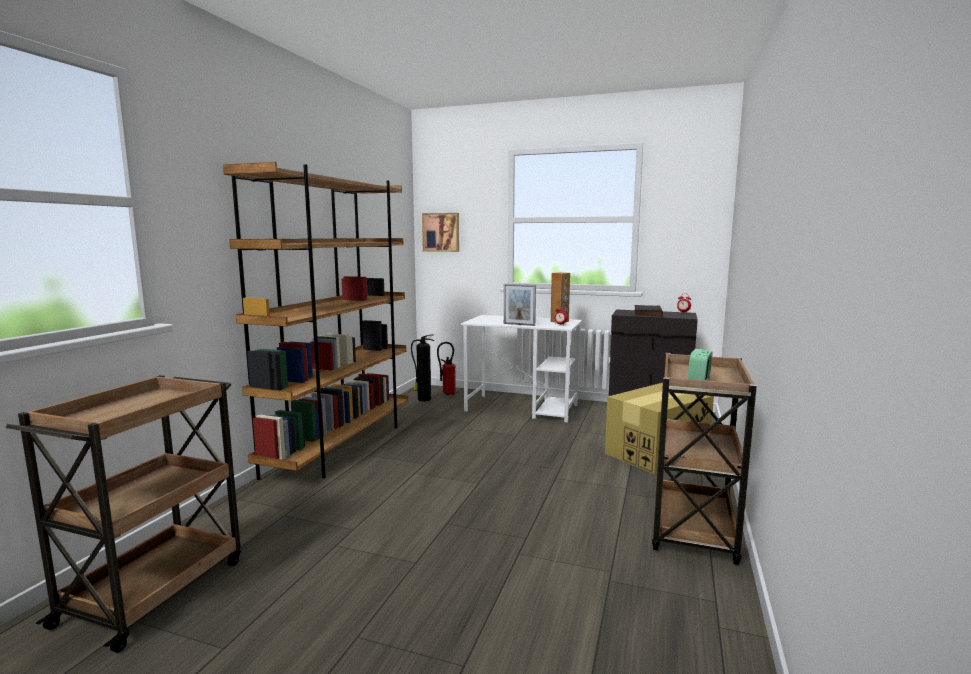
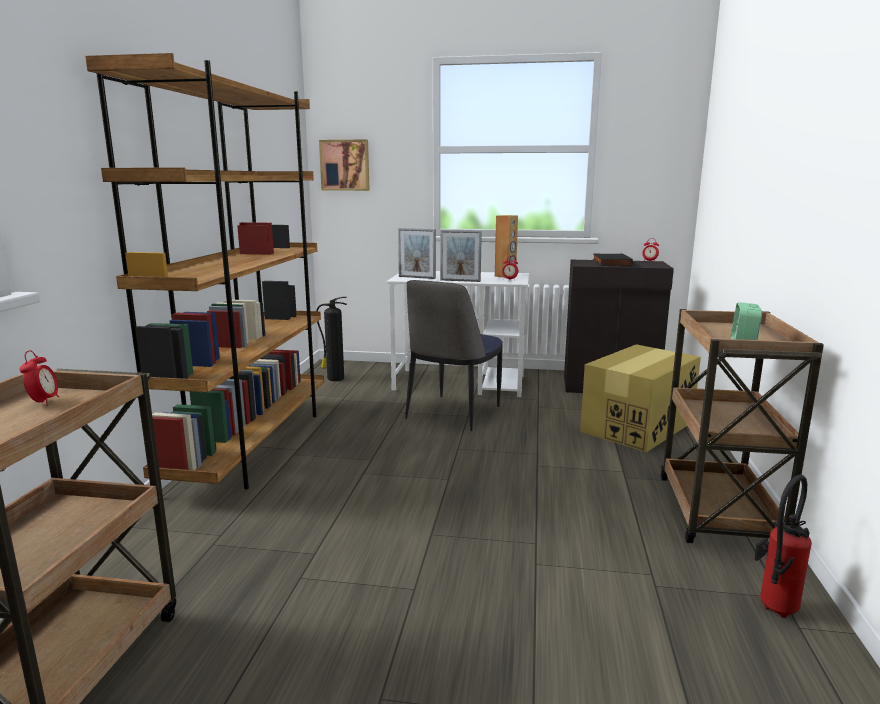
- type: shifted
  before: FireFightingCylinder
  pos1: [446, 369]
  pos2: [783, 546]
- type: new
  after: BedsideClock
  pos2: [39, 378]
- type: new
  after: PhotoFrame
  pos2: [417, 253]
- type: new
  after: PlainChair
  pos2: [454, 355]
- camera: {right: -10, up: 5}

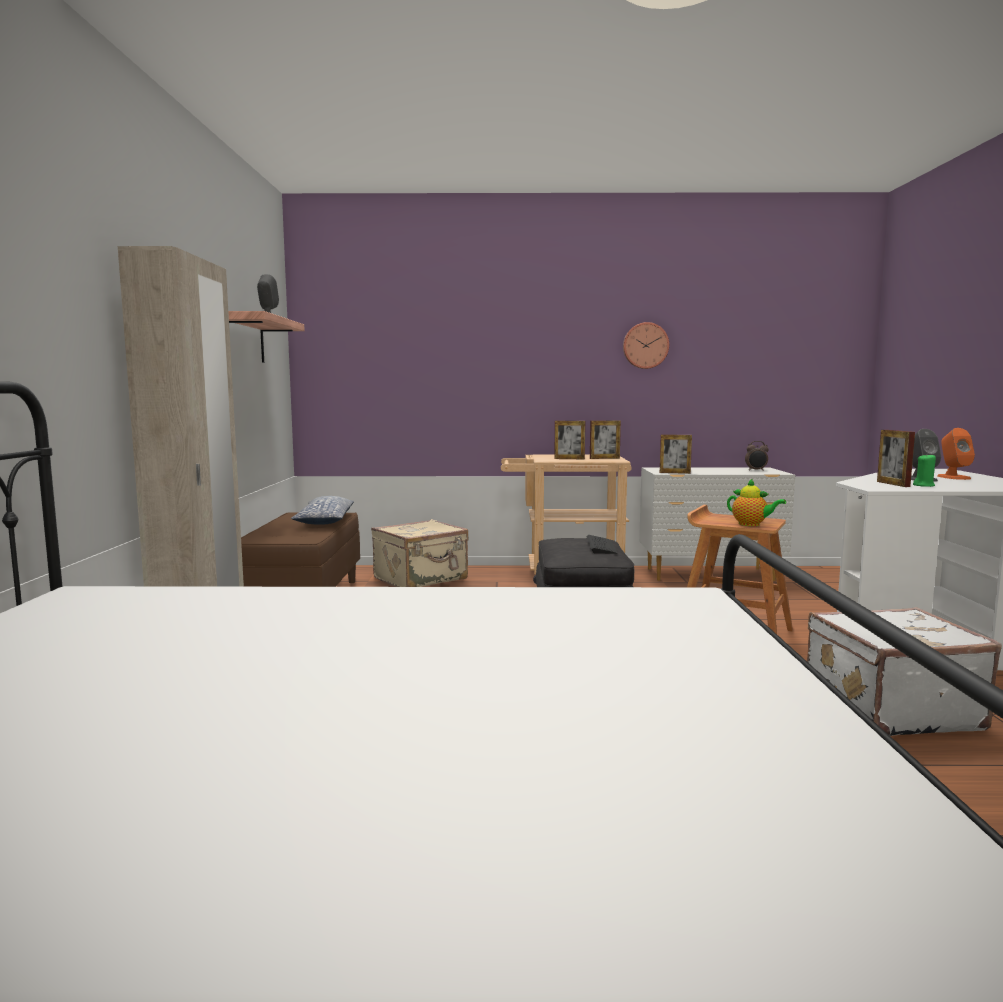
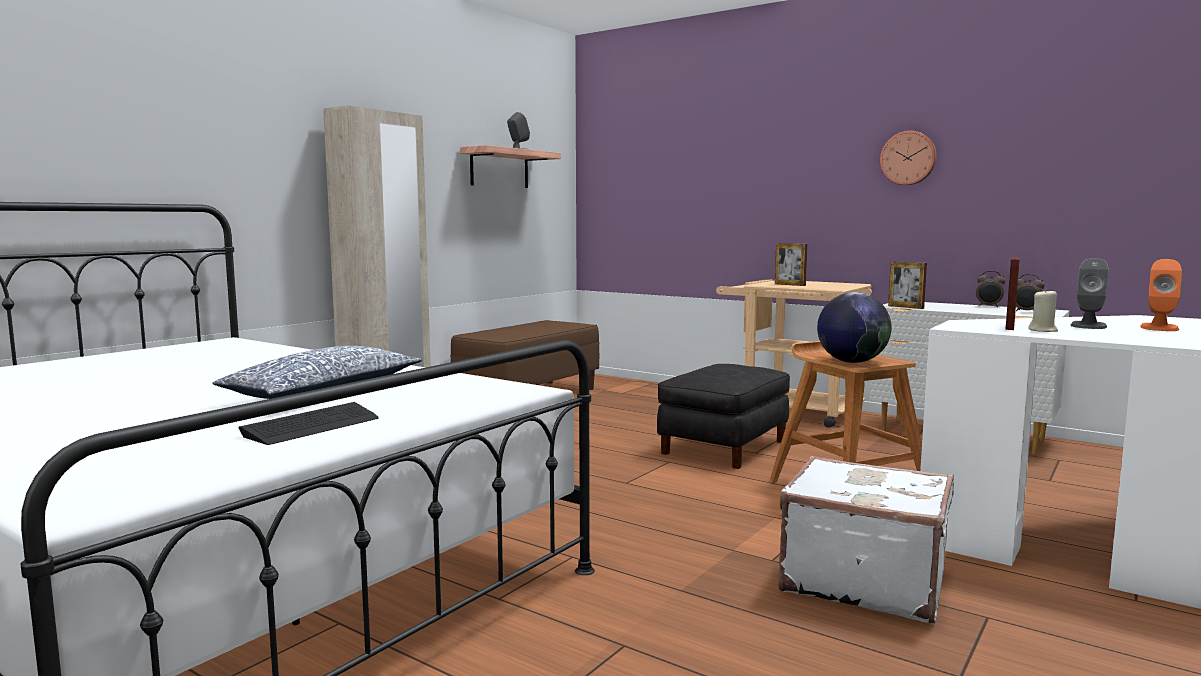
- type: shifted
  before: Pillow
  pos1: [322, 510]
  pos2: [317, 372]
- type: gone
  before: SandColouredPieceOfLuggage
  pos1: [419, 553]
- type: shifted
  before: Keyboard
  pos1: [602, 544]
  pos2: [308, 423]
- type: gone
  before: PhotoFrame
  pos1: [605, 439]
- type: swapped
  before: Teapot
  after: DeskGlobe
  pos1: [756, 502]
  pos2: [854, 327]
- type: repainted
  before: GreenColouredCandle
  after: SandColouredCandle
  pos1: [924, 470]
  pos2: [1043, 310]
- type: new
  after: BedsideClock
  pos2: [991, 289]
- camera: {right: 35, up: 0}

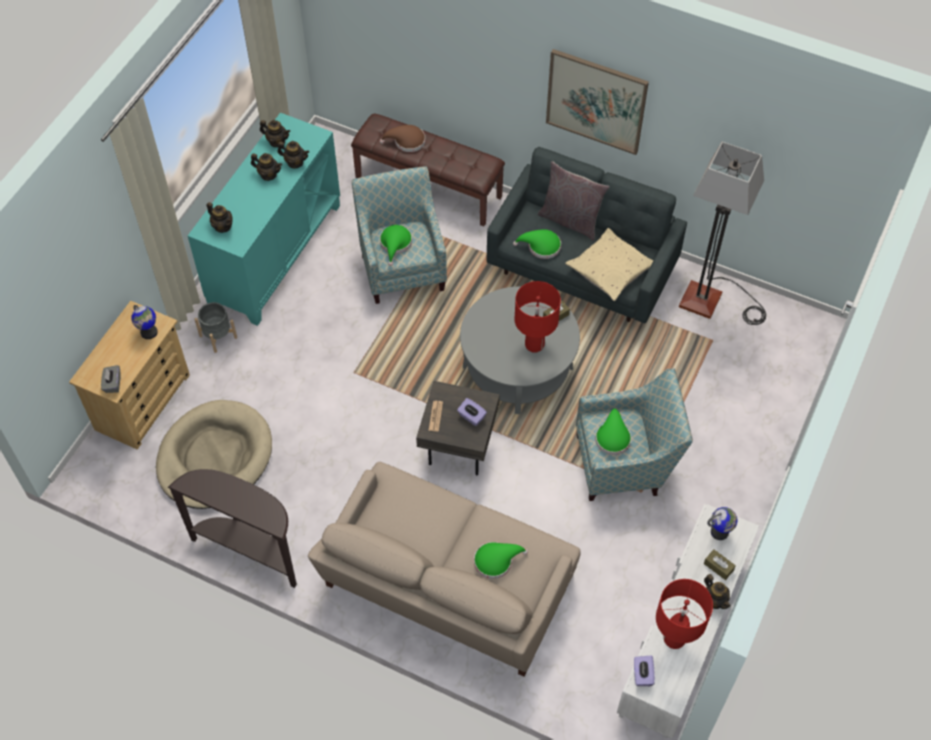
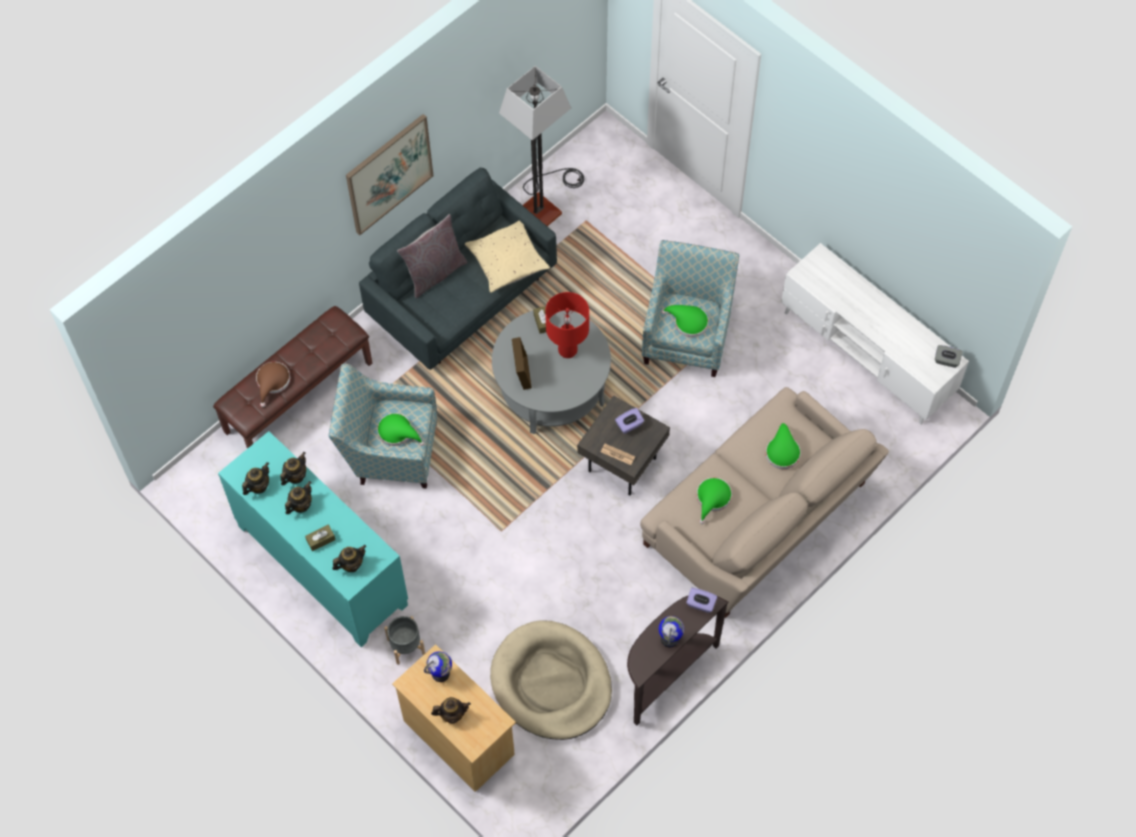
- type: shifted
  before: GreyTissueBox
  pos1: [110, 379]
  pos2: [949, 356]
- type: shifted
  before: GreenColouredWearableHat
  pos1: [537, 244]
  pos2: [714, 501]
- type: shifted
  before: PurplishTissueBox
  pos1: [644, 670]
  pos2: [701, 600]
- type: gone
  before: RedColouredLampForATable
  pos1: [684, 614]
- type: shifted
  before: BrownTissueBox
  pos1: [720, 564]
  pos2: [320, 538]
- type: shifted
  before: Teapot
  pos1: [717, 591]
  pos2: [451, 710]
- type: shifted
  before: DeskGlobe
  pos1: [722, 523]
  pos2: [671, 632]
- type: new
  after: PhotoFrame
  pos2: [522, 363]
- camera: {right: -70, up: 5}

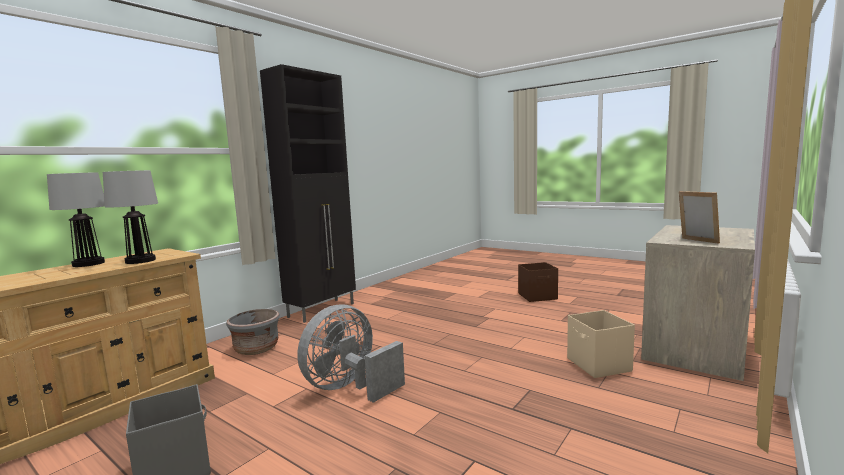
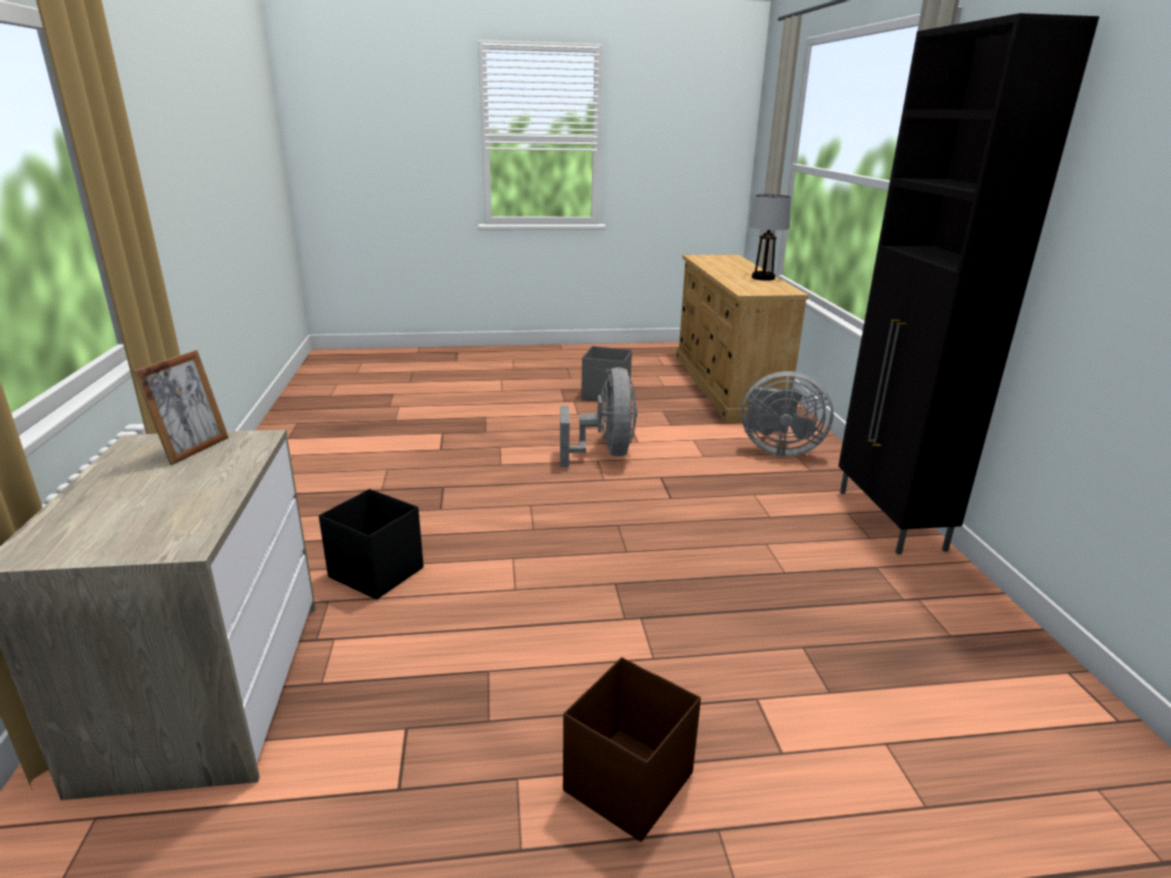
- type: gone
  before: LampForATable
  pos1: [130, 217]
- type: swapped
  before: GreyPlanter
  after: GreyCoolingFan
  pos1: [253, 332]
  pos2: [787, 414]
- type: repainted
  before: SandColouredStorageBox
  after: BlackishStorageBox
  pos1: [601, 344]
  pos2: [371, 544]
- type: rotated
  before: PhotoFrame
  pos1: [699, 217]
  pos2: [181, 407]
  turn: -90
- camera: {right: 135, up: 15}

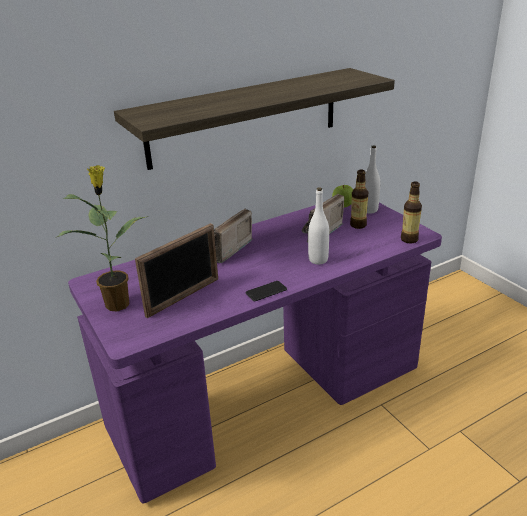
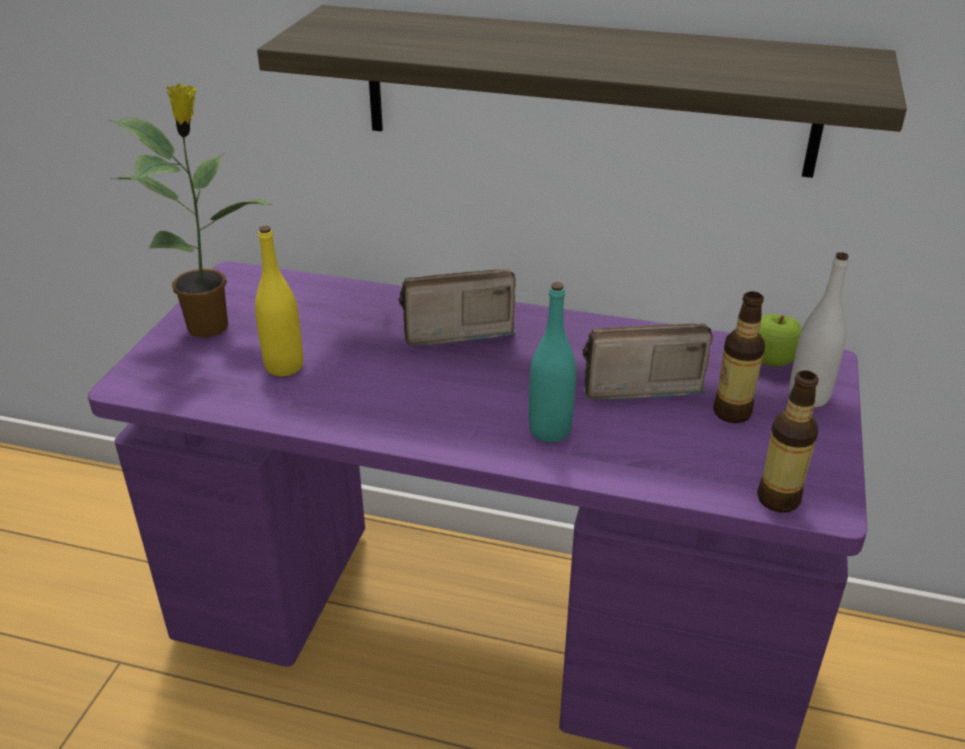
- type: swapped
  before: PhotoFrame
  after: YellowishBeverageBottle
  pos1: [176, 270]
  pos2: [279, 301]
- type: gone
  before: Phone
  pos1: [266, 291]
- type: repainted
  before: WhiteBeverageBottle
  after: TurquoiseBeverageBottle
  pos1: [318, 226]
  pos2: [552, 362]
- camera: {right: 45, up: 5}

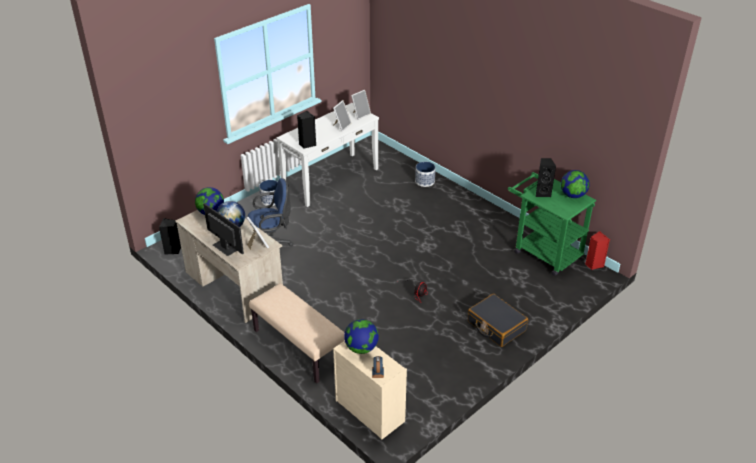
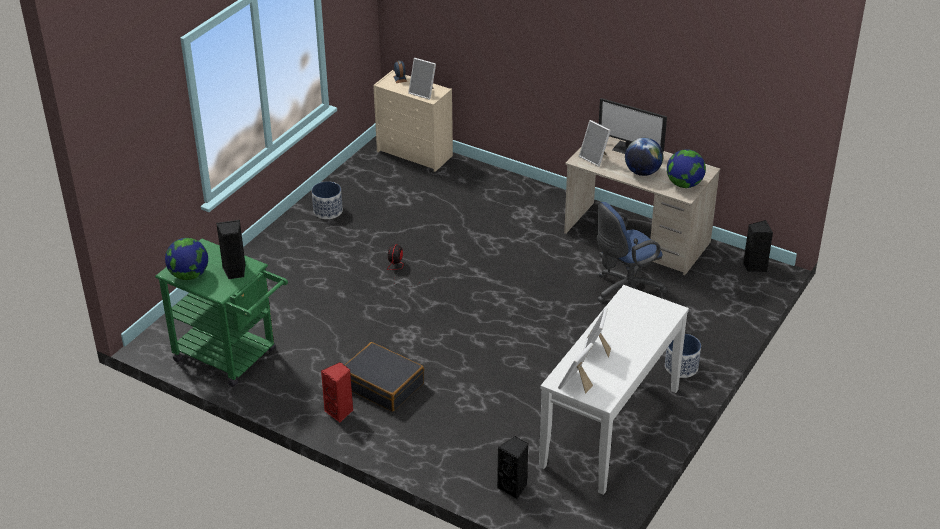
- type: gone
  before: SandColouredLongSeat
  pos1: [297, 333]
- type: shifted
  before: BlackishLoudspeaker
  pos1: [306, 130]
  pos2: [512, 468]
- type: swapped
  before: DeskGlobe
  after: PhotoFrame
  pos1: [361, 336]
  pos2: [422, 79]
- type: shifted
  before: Planter
  pos1: [425, 174]
  pos2: [327, 200]
- type: shifted
  before: BlackishPieceOfLuggage
  pos1: [498, 320]
  pos2: [384, 376]
- type: shifted
  before: RedColouredLoudspeaker
  pos1: [597, 250]
  pos2: [337, 392]
- camera: {right: 165, up: 0}

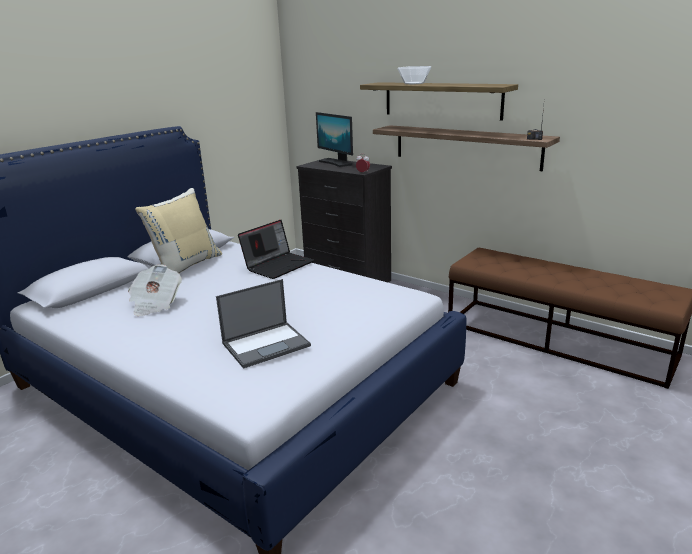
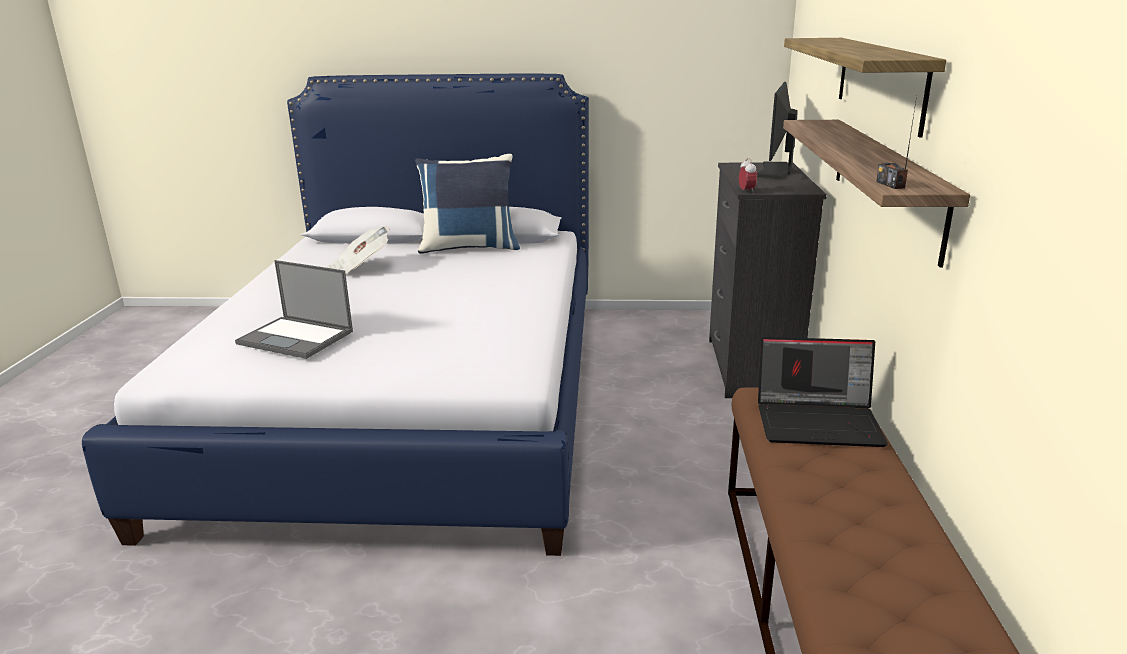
- type: repainted
  before: SandColouredPillow
  after: BluePillow
  pos1: [178, 230]
  pos2: [467, 204]
- type: shifted
  before: NotebookComputer
  pos1: [276, 249]
  pos2: [823, 392]
- type: gone
  before: ServingBowl
  pos1: [414, 75]
- camera: {right: 55, up: 0}

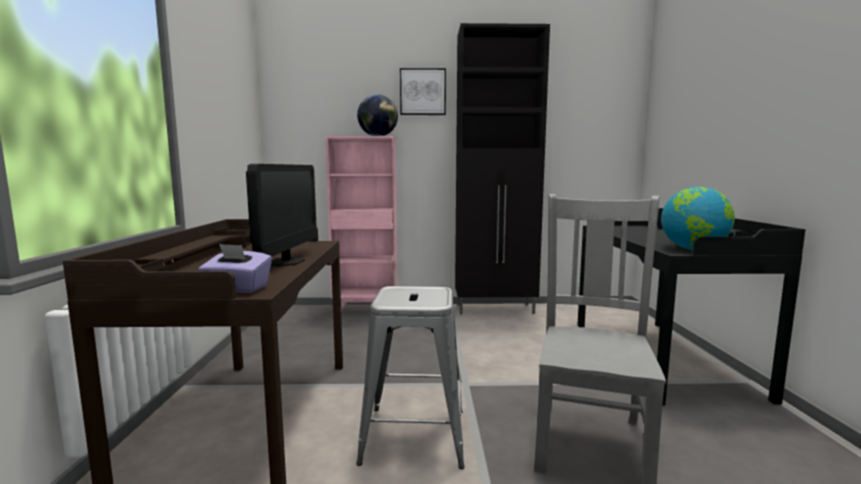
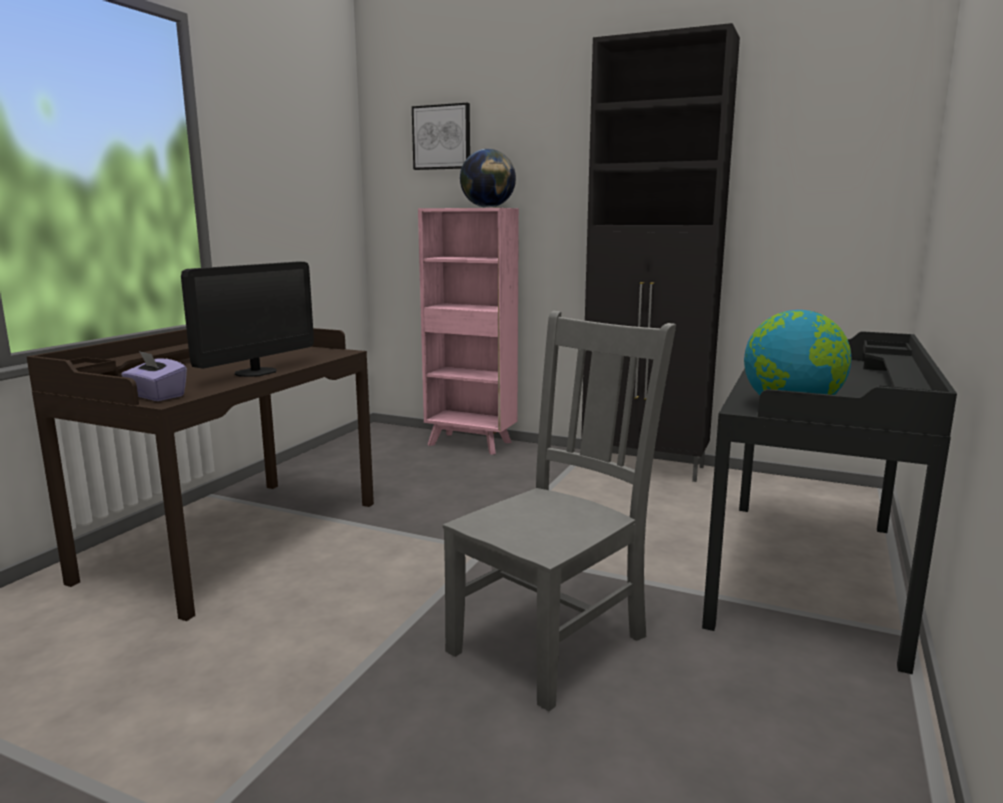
- type: gone
  before: GreyStoolSeat
  pos1: [410, 377]
- type: shifted
  before: WallArt
  pos1: [423, 91]
  pos2: [441, 136]
- camera: {right: 25, up: 5}

